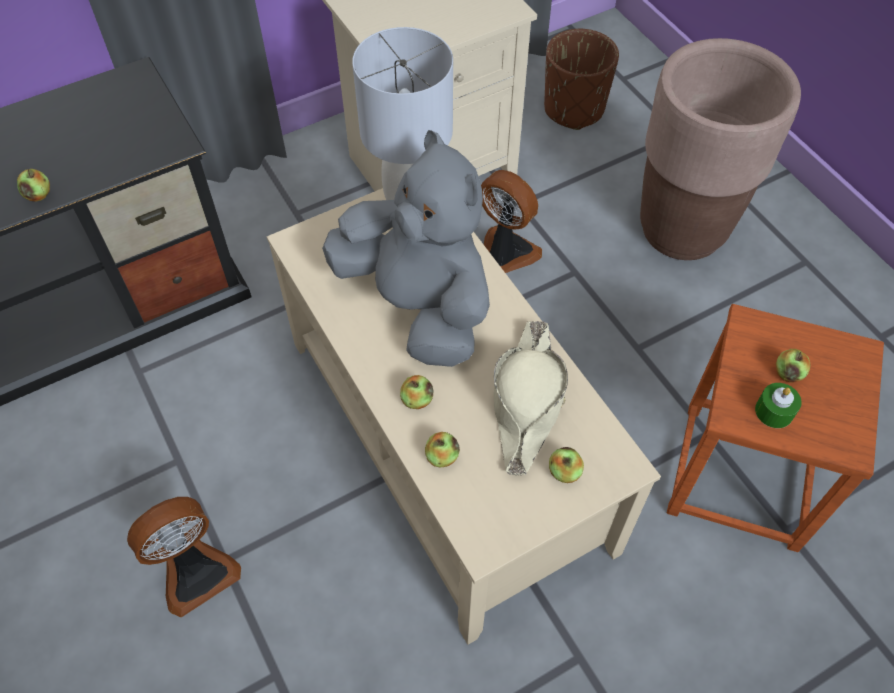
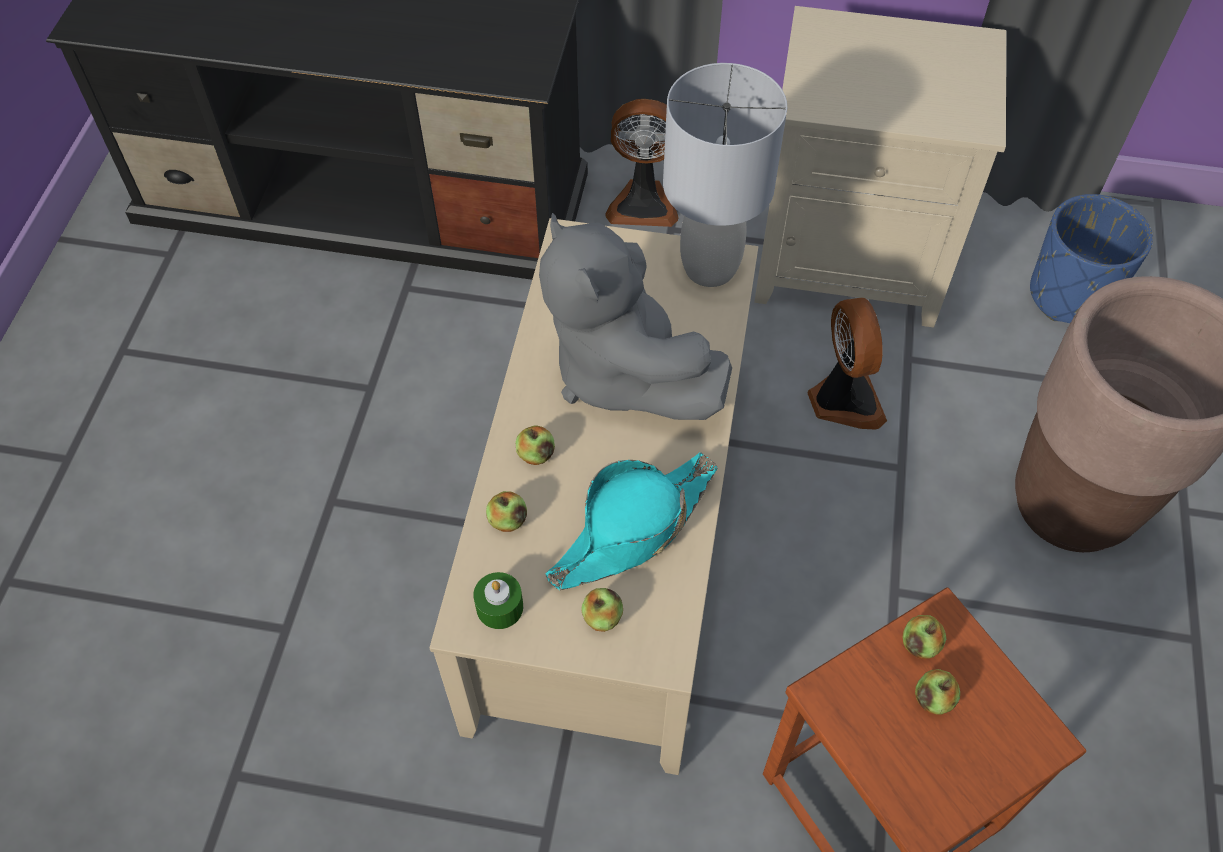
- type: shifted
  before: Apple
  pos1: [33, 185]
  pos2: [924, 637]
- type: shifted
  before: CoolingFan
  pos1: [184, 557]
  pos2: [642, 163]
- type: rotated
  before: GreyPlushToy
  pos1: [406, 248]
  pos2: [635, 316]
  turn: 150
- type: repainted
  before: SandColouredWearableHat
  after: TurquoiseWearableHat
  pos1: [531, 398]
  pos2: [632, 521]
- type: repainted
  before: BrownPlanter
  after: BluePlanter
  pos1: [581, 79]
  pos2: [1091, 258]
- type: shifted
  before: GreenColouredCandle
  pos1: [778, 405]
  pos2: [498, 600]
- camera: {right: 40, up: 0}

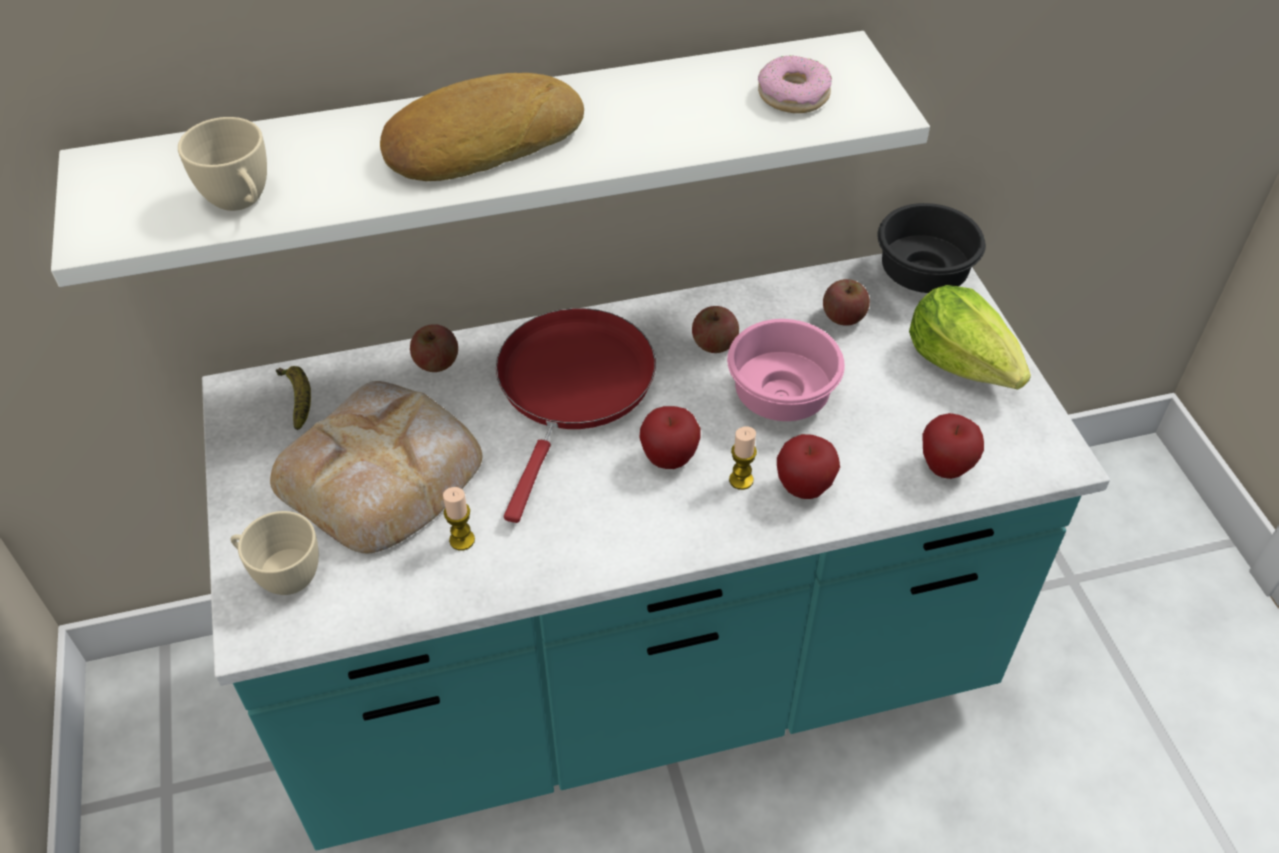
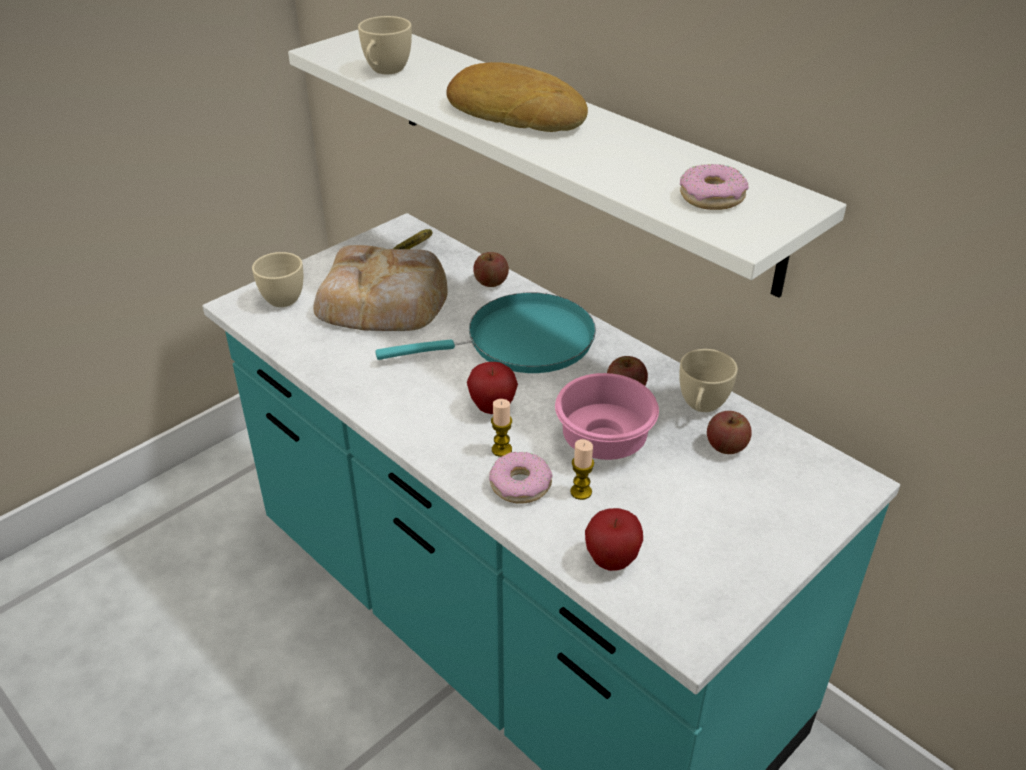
- type: shifted
  before: Candle
  pos1: [459, 519]
  pos2: [582, 469]
- type: repainted
  before: RedColouredSkillet
  after: TurquoiseSkillet
  pos1: [576, 415]
  pos2: [486, 333]
- type: swapped
  before: Apple
  after: Doughnut
  pos1: [808, 466]
  pos2: [520, 478]
- type: gone
  before: BlackishServingBowl
  pos1: [931, 248]
- type: gone
  before: Lettuce
  pos1: [970, 337]
- type: new
  after: SandColouredCup
  pos2: [708, 380]
- camera: {right: 60, up: -10}

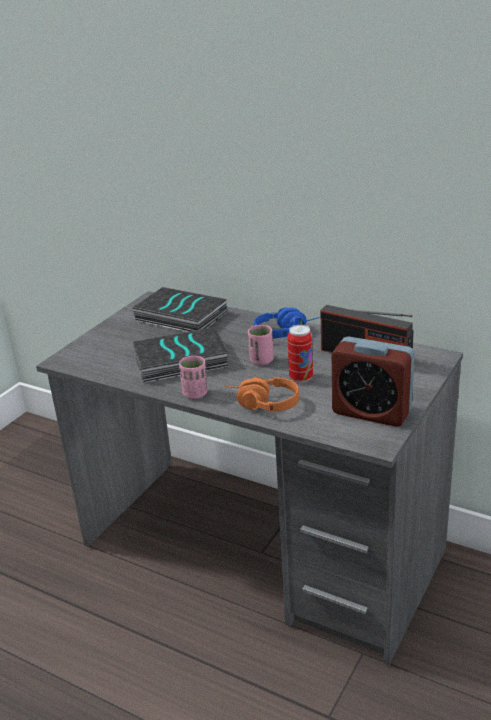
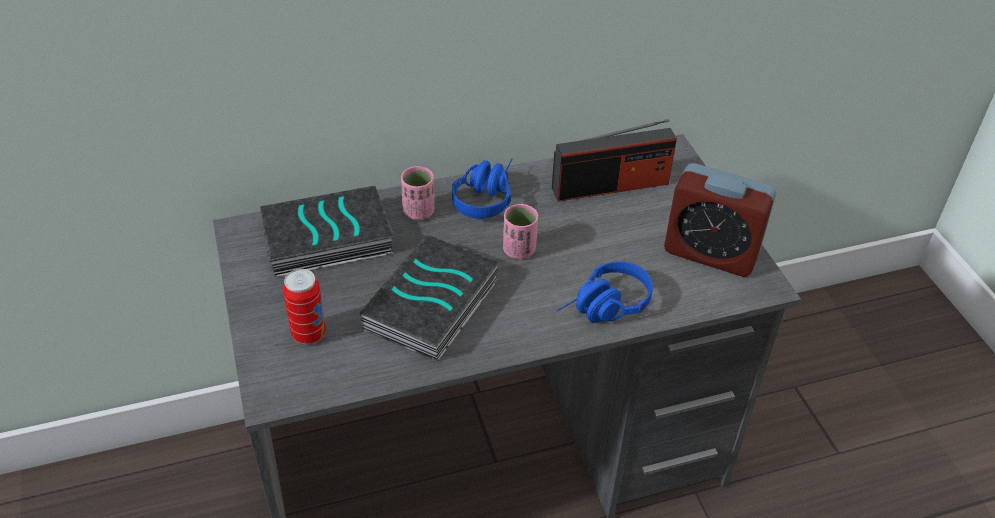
- type: shifted
  before: PinkCup
  pos1: [193, 377]
  pos2: [417, 193]
- type: repainted
  before: OrangePairOfHeadphones
  after: BluePairOfHeadphones
  pos1: [261, 394]
  pos2: [605, 292]
- type: shifted
  before: MetalCan
  pos1: [300, 354]
  pos2: [304, 306]
- type: rotated
  before: BedsideClock
  pos1: [373, 381]
  pos2: [720, 220]
  turn: 45
- camera: {right: -50, up: 15}

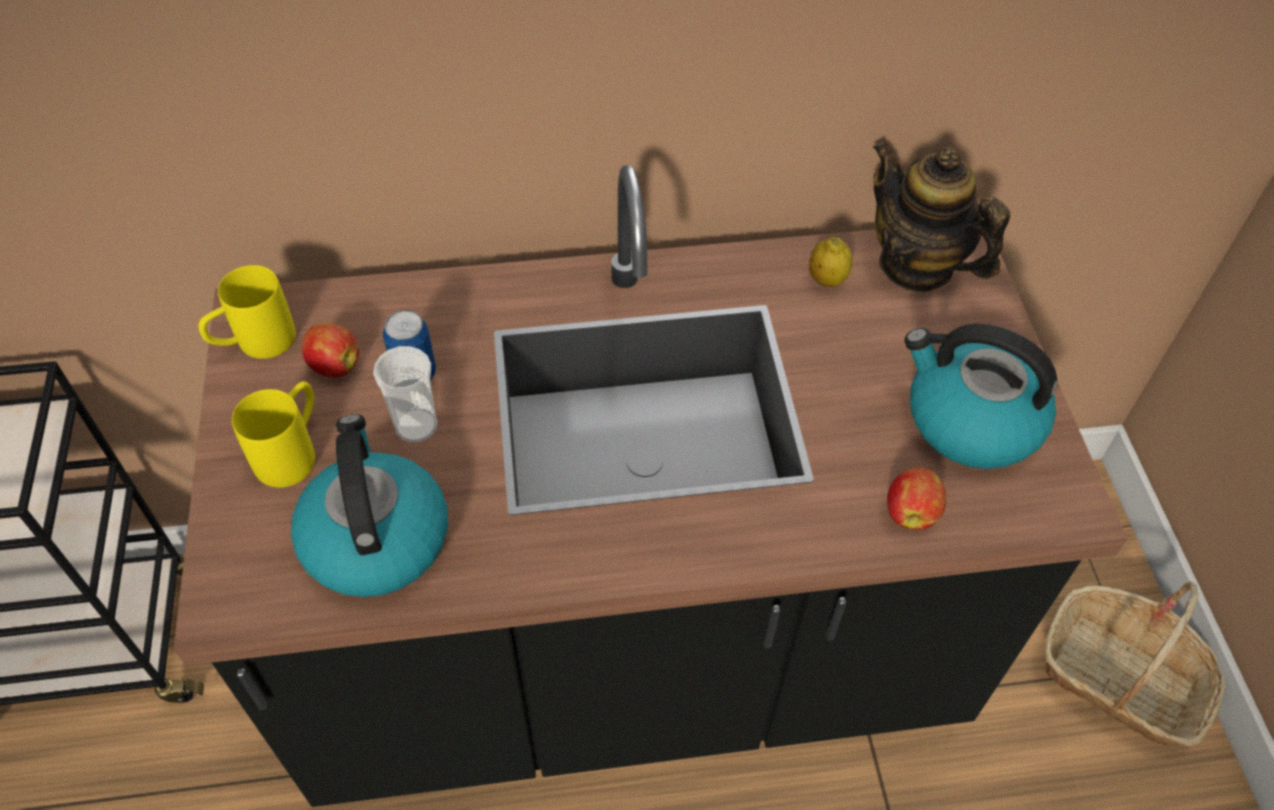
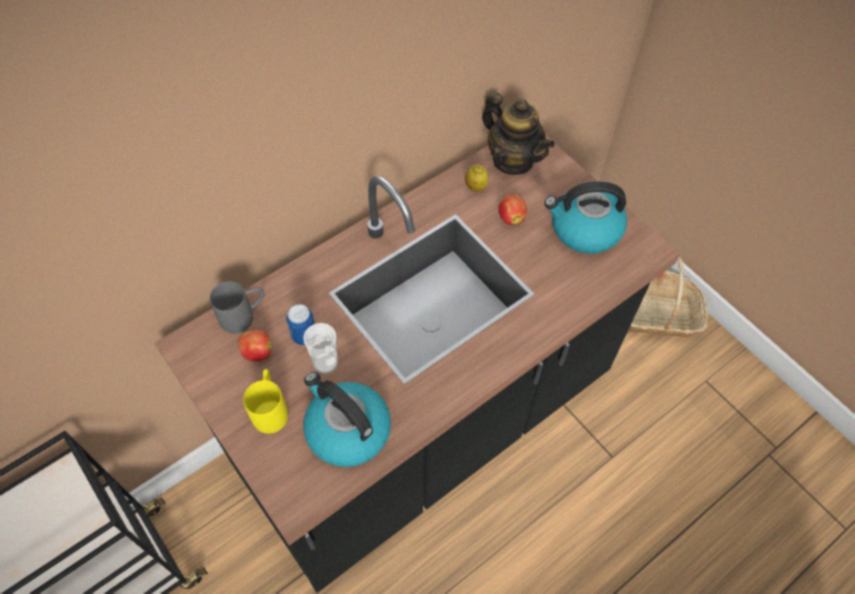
- type: gone
  before: YellowishTeaMug
  pos1: [247, 312]
- type: rotated
  before: Teapot
  pos1: [941, 216]
  pos2: [518, 133]
  turn: -150
- type: shifted
  before: Apple
  pos1: [916, 499]
  pos2: [513, 209]
- type: new
  after: GreyTeaMug
  pos2: [237, 307]
- camera: {right: -30, up: 5}

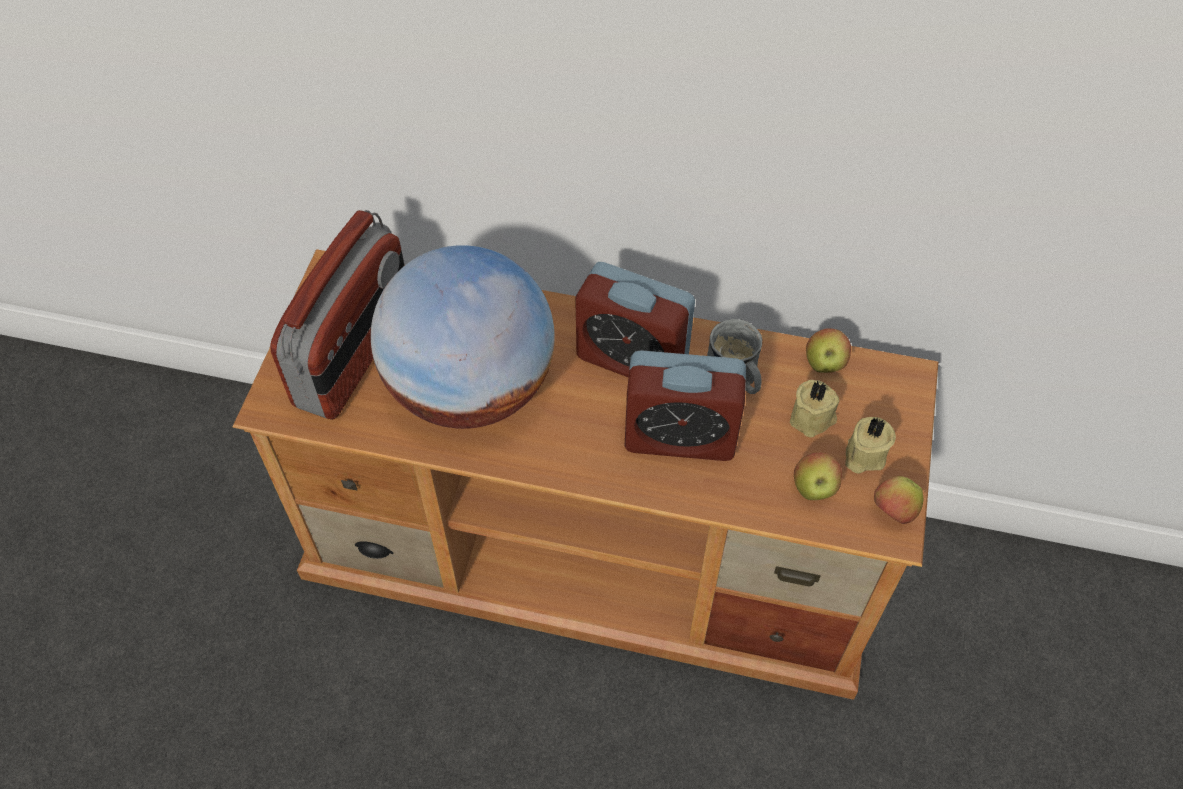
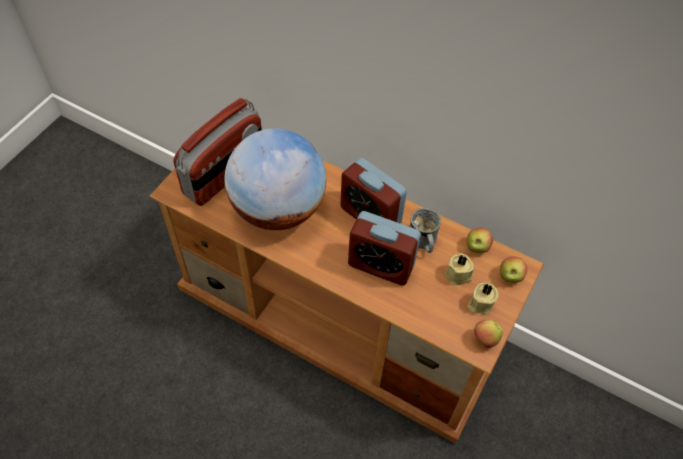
- type: shifted
  before: Apple
  pos1: [818, 476]
  pos2: [513, 269]
- camera: {right: 15, up: 0}

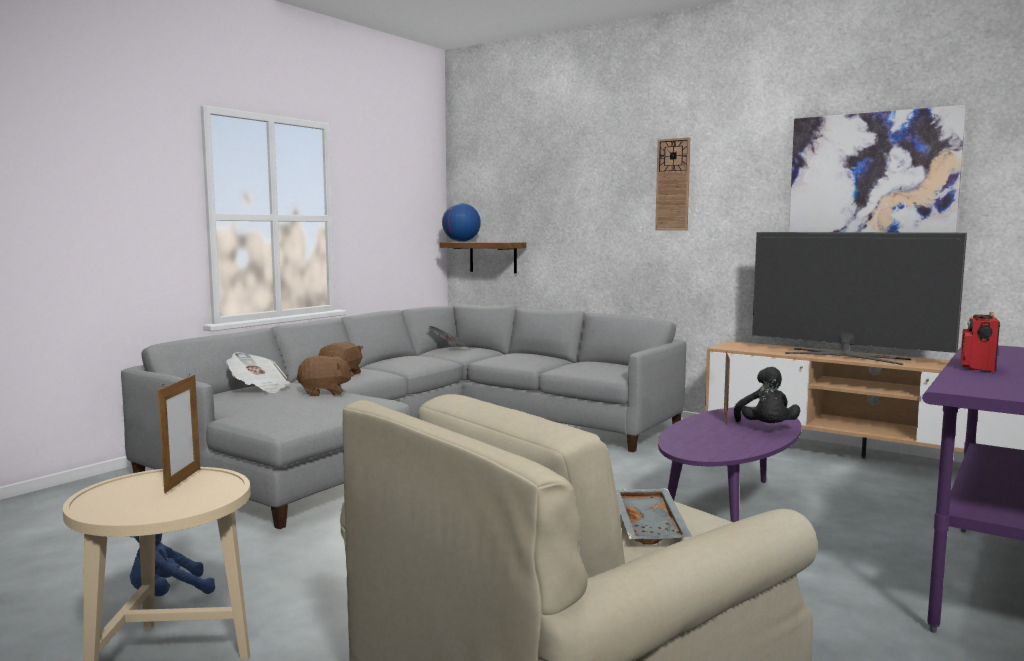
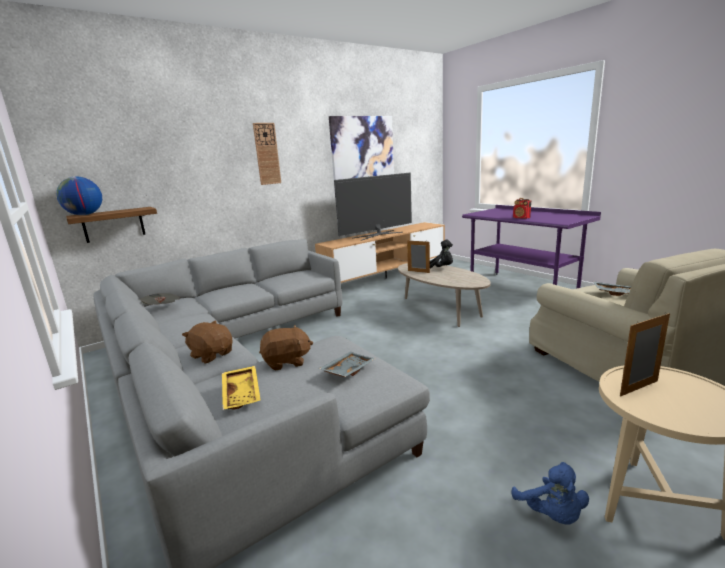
- type: rotated
  before: PhotoFrame
  pos1: [179, 433]
  pos2: [645, 354]
  turn: -45
- type: swapped
  before: Newspaper
  after: YellowishTray
  pos1: [258, 372]
  pos2: [241, 388]
- type: rotated
  before: BrownPlushToy
  pos1: [325, 376]
  pos2: [286, 348]
  turn: 75
- type: repainted
  before: PurplishLoungeTable
  after: SandColouredLoungeTable
  pos1: [730, 464]
  pos2: [444, 295]
- type: new
  after: GreyTray
  pos2: [347, 364]
- camera: {right: -70, up: 10}

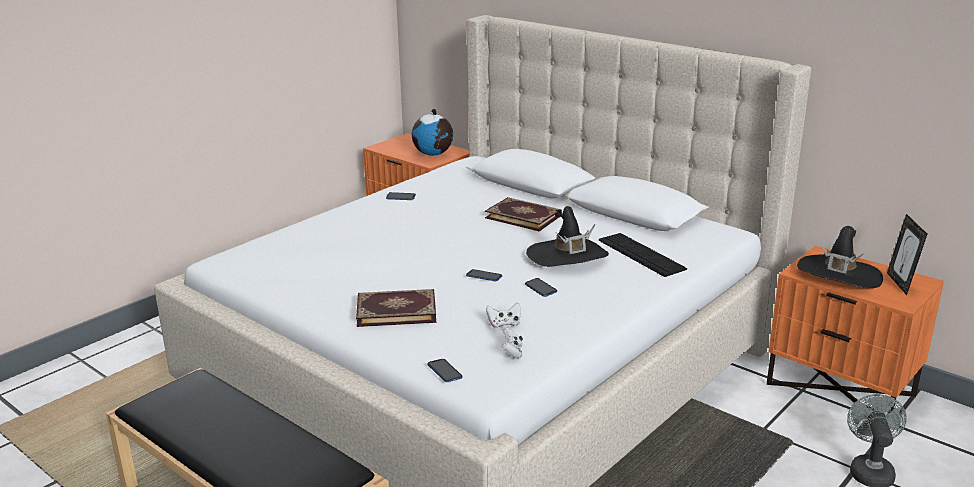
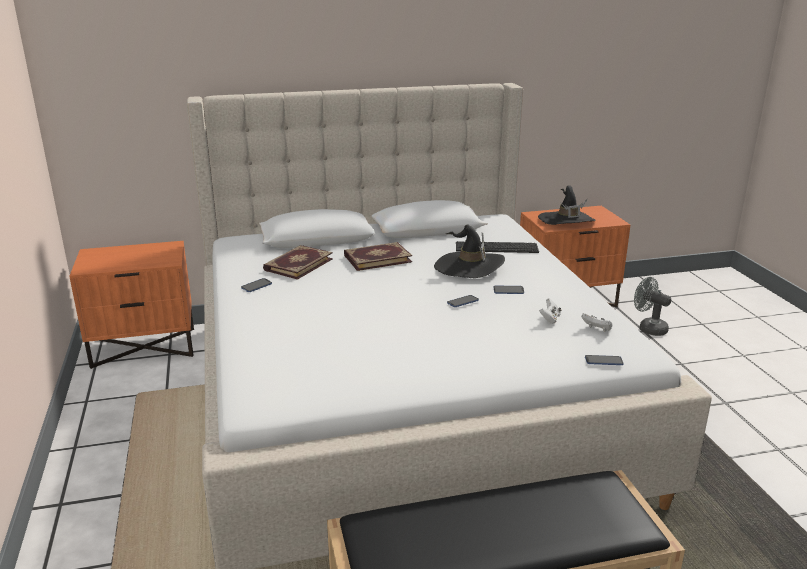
- type: shifted
  before: BoundBook
  pos1: [396, 308]
  pos2: [298, 262]
- type: gone
  before: DeskGlobe
  pos1: [432, 132]
- type: gone
  before: PhotoFrame
  pos1: [907, 254]
- camera: {right: -55, up: 0}

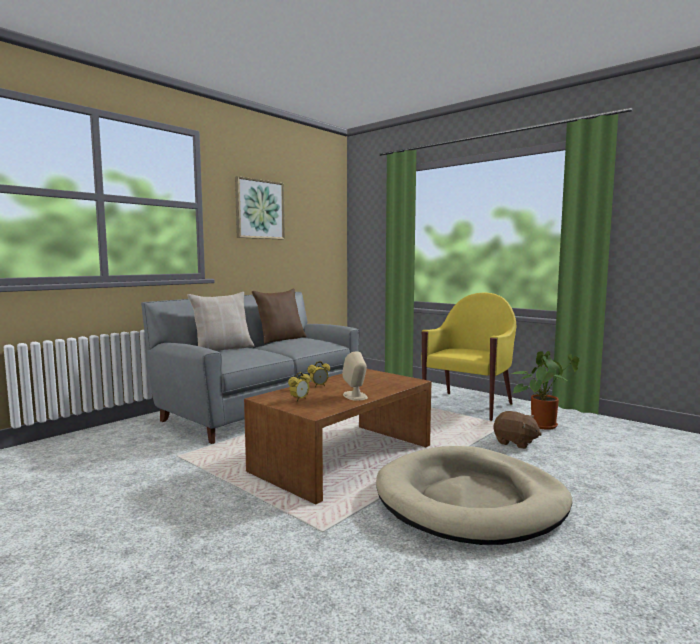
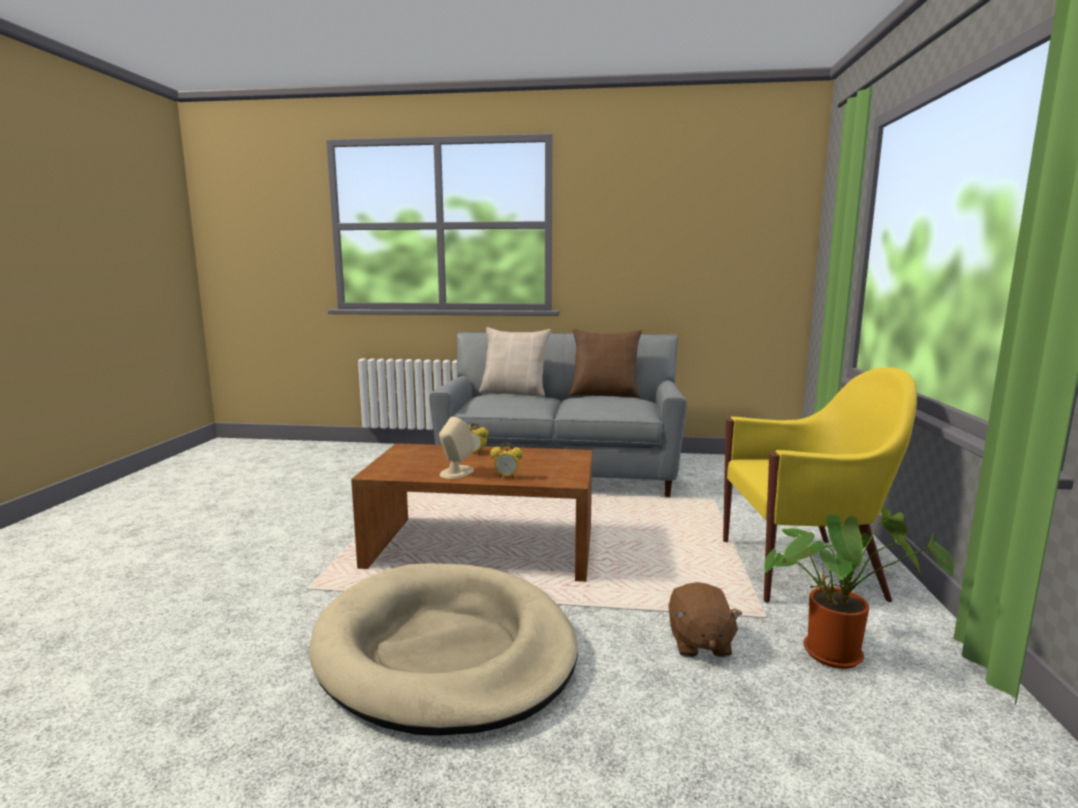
- type: gone
  before: WallArt
  pos1: [260, 207]
- type: shifted
  before: BedsideClock
  pos1: [299, 386]
  pos2: [506, 460]
- camera: {right: 55, up: 5}

